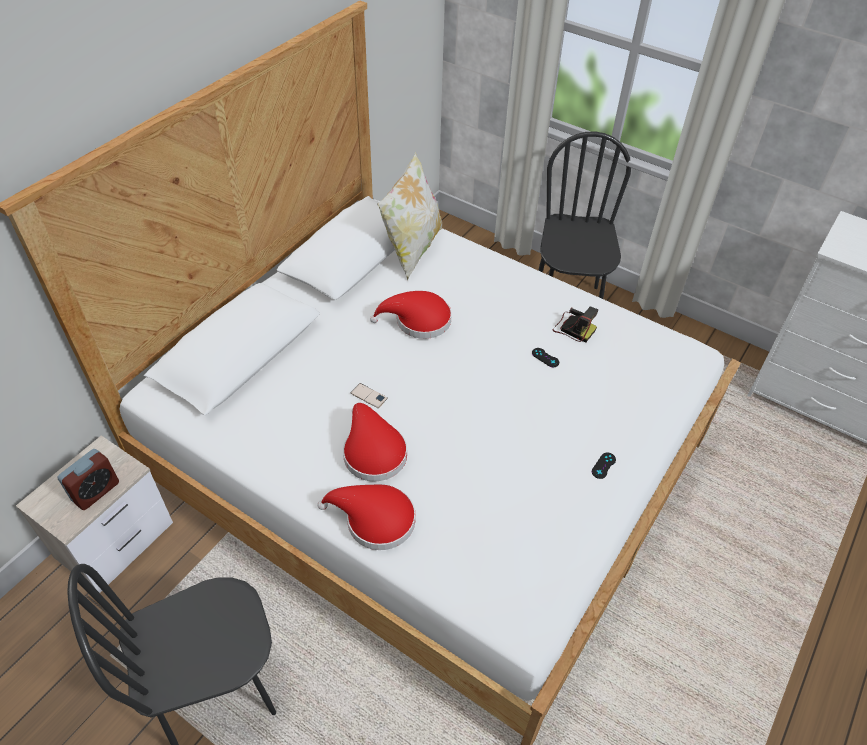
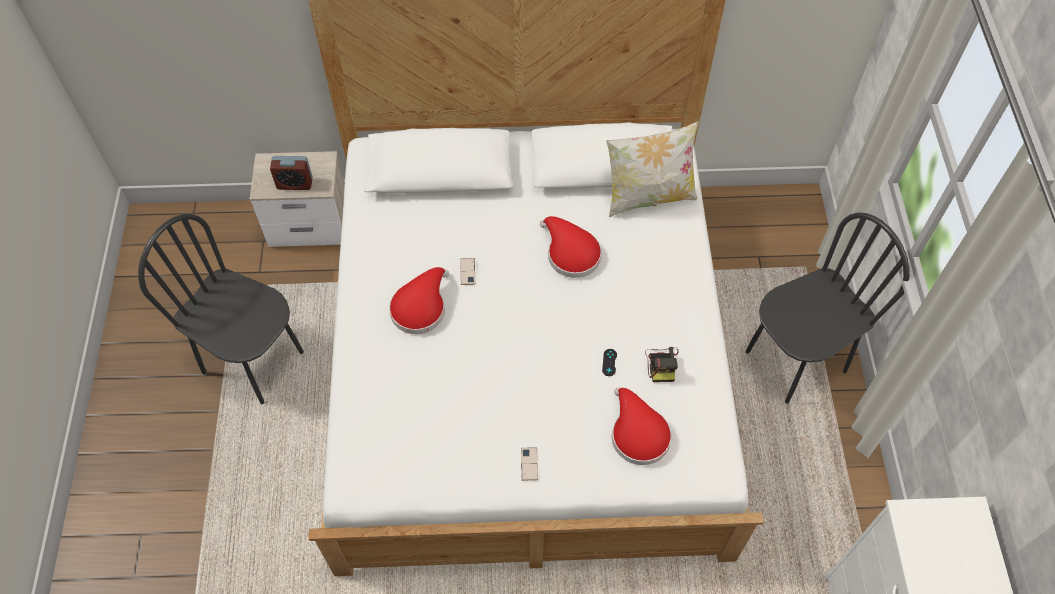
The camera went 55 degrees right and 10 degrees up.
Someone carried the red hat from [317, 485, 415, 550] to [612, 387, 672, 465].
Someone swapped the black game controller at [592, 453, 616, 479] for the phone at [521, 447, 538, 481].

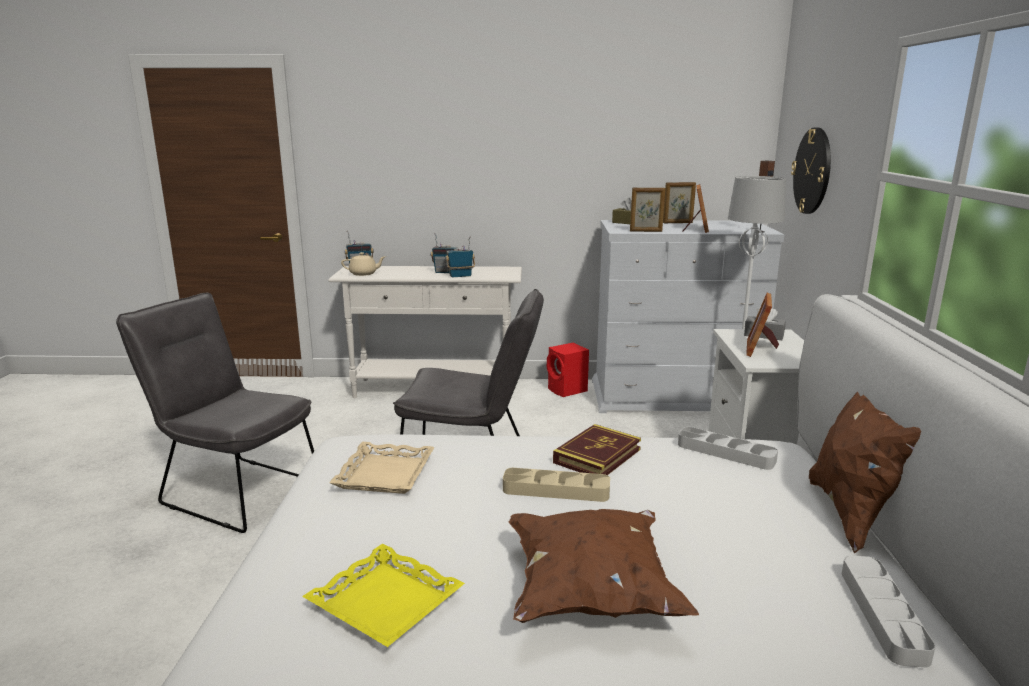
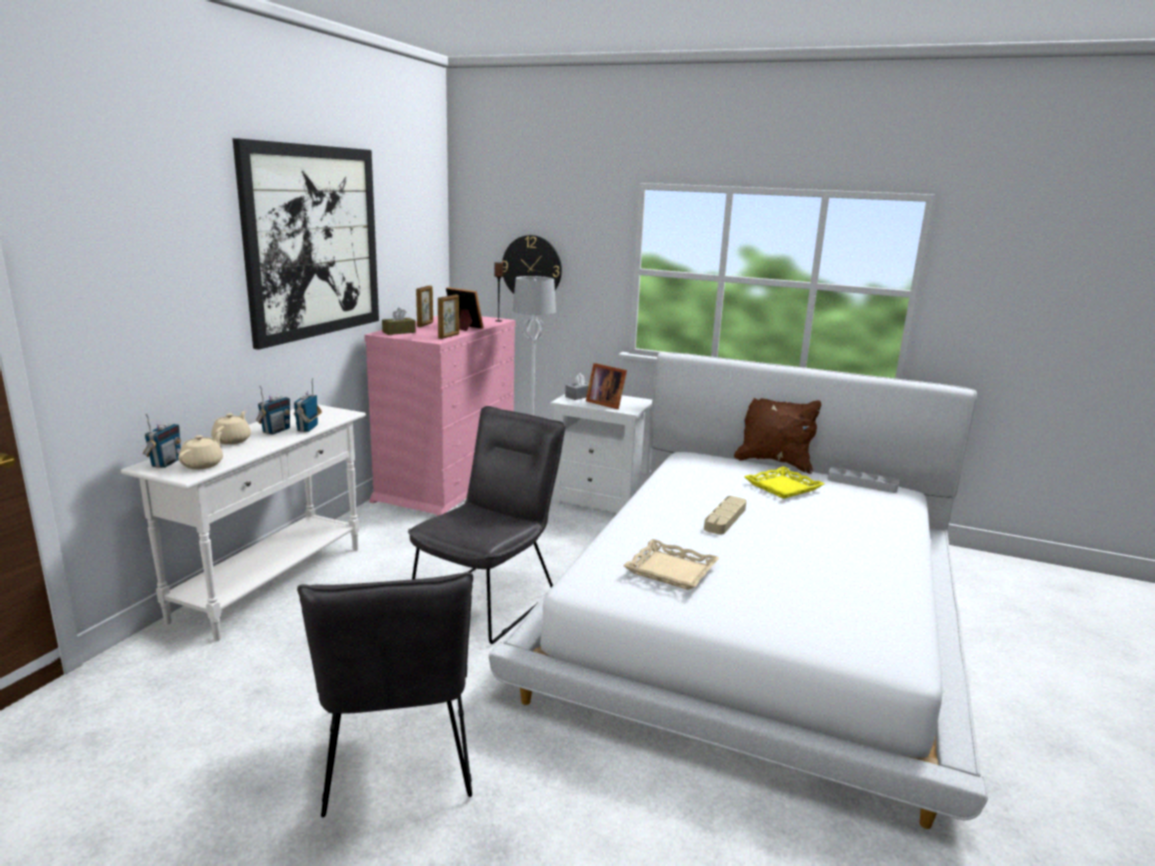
The camera went 70 degrees left and 0 degrees up.
Someone took away the brown pillow at [509, 509, 699, 623].
Someone took away the red speaker at [547, 343, 589, 397].
Someone took away the book at [553, 424, 641, 475].
Someone took away the grey tray at [678, 427, 778, 470].
Someone put down the beige teapot at [211, 411, 251, 445].
Someone put up the picture at [233, 138, 379, 350].
Someone carried the yellow tray from [302, 543, 465, 647] to [744, 466, 824, 499].
Someone repainted the white dresser at [592, 220, 785, 413], which became the pink dresser at [364, 316, 516, 517].
Someone rotated the grey chair at [116, 293, 314, 533] by 60 degrees counterclockwise.

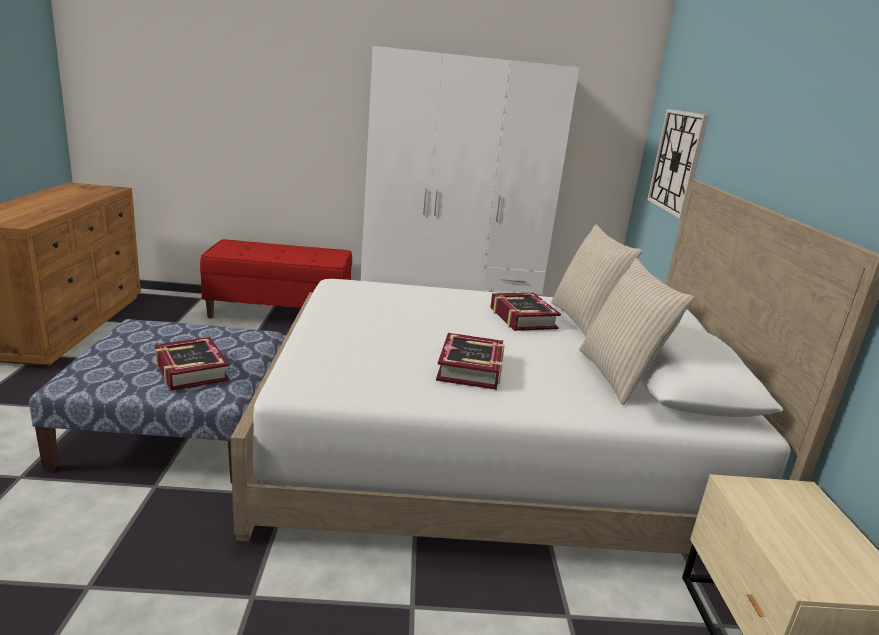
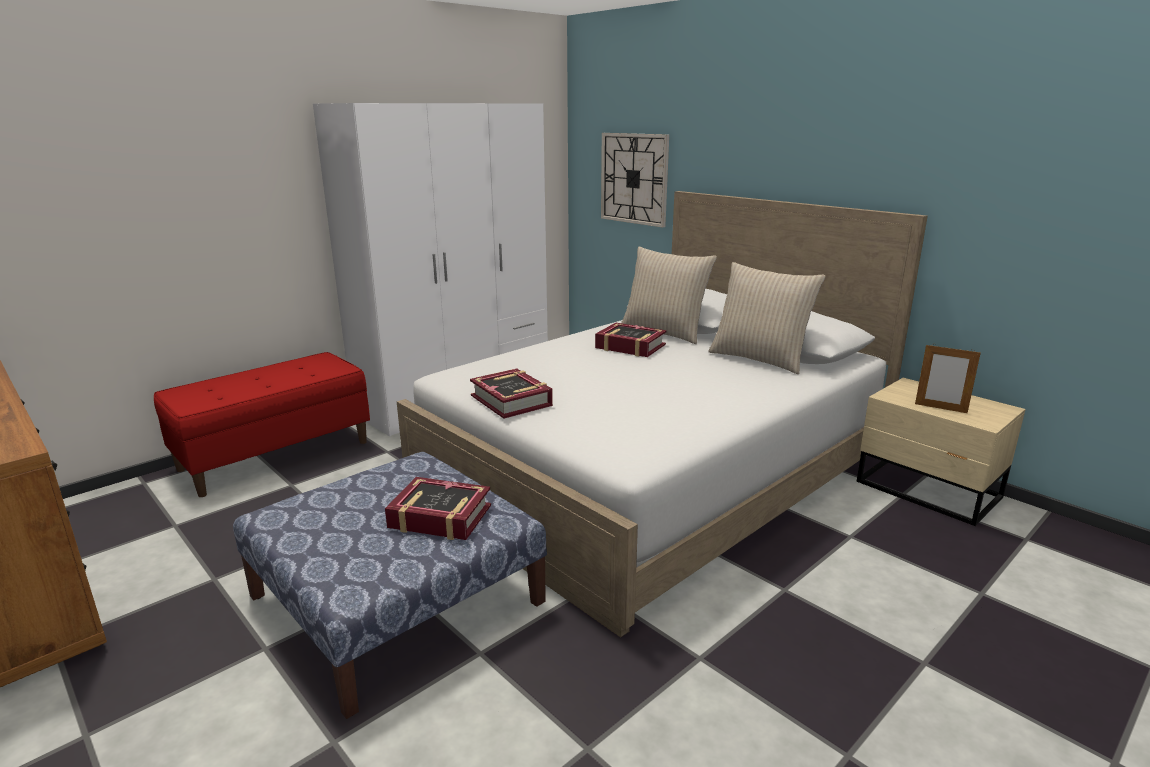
The camera went 40 degrees left and 0 degrees up.
Someone put down the picture frame at [915, 344, 981, 413].
Someone carried the book from [436, 333, 505, 390] to [470, 368, 553, 419].

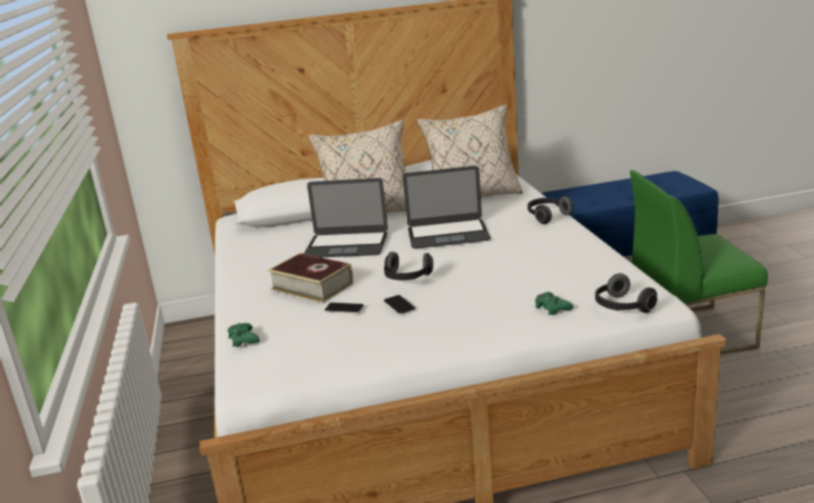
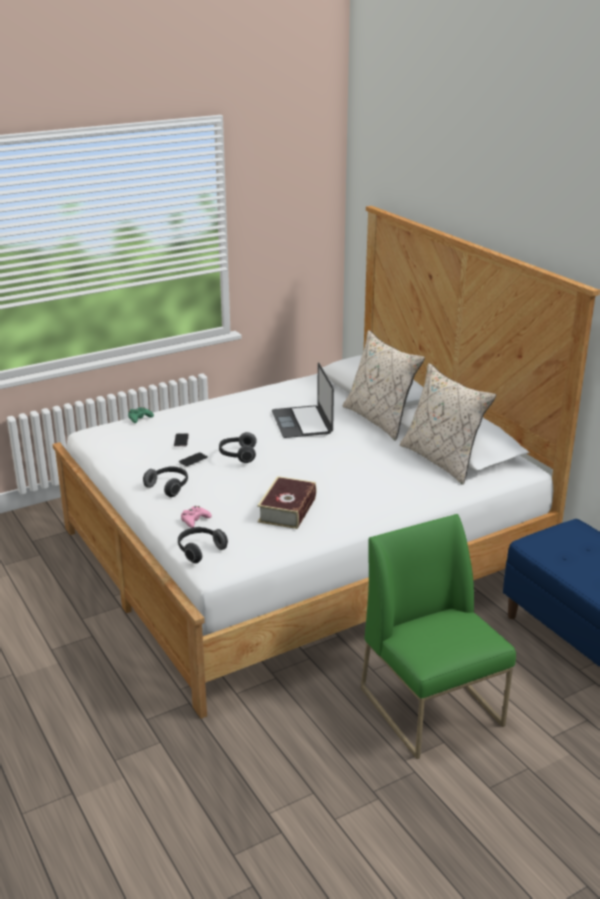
The camera went 70 degrees right and 5 degrees up.
Someone took away the laptop at [403, 166, 491, 249].
Someone carried the book from [268, 253, 353, 303] to [257, 476, 316, 529].
Someone carried the headphones from [527, 196, 574, 224] to [143, 466, 188, 497].
Someone repainted the green game controller at [535, 292, 573, 315], which became the pink game controller at [181, 506, 212, 528].

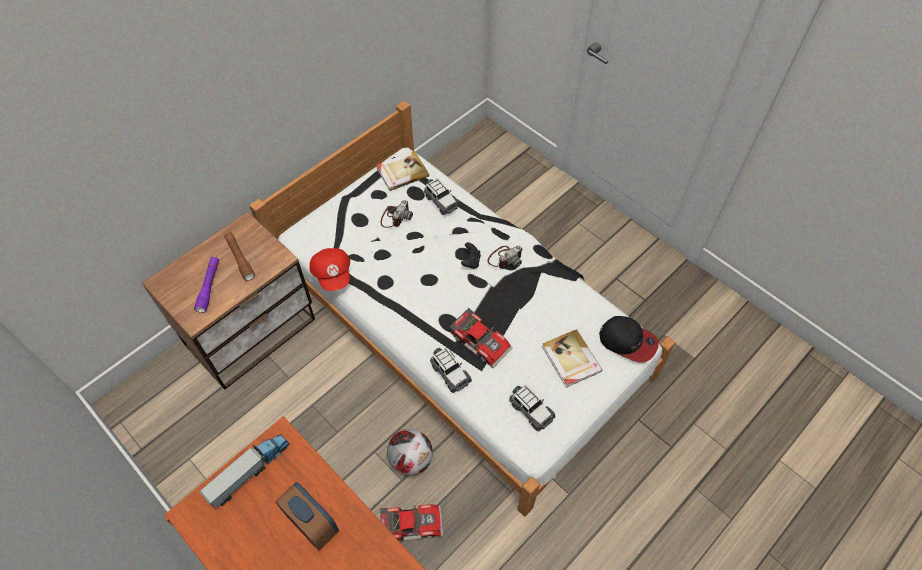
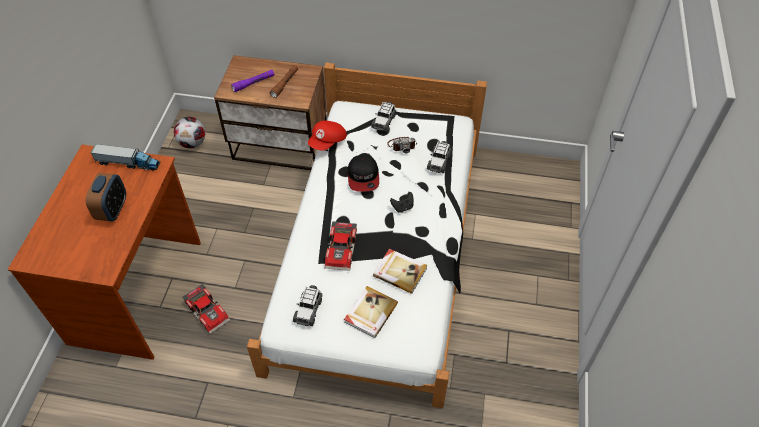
The camera went 55 degrees right and 5 degrees down.
Someone took away the photo camera at [488, 246, 523, 269].
Someone carried the book from [376, 151, 429, 191] to [373, 249, 427, 294].
Someone carried the football from [387, 429, 433, 475] to [174, 117, 206, 148].
Someone carried the toy car from [430, 347, 472, 393] to [371, 102, 396, 132].
Someone carried the cap from [599, 316, 659, 363] to [348, 155, 379, 192].

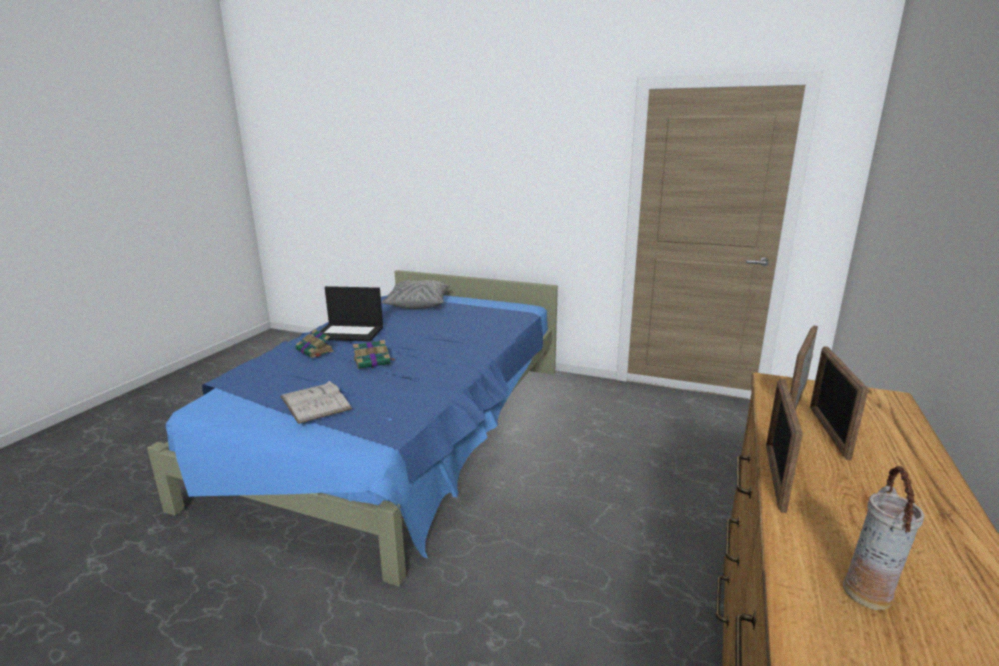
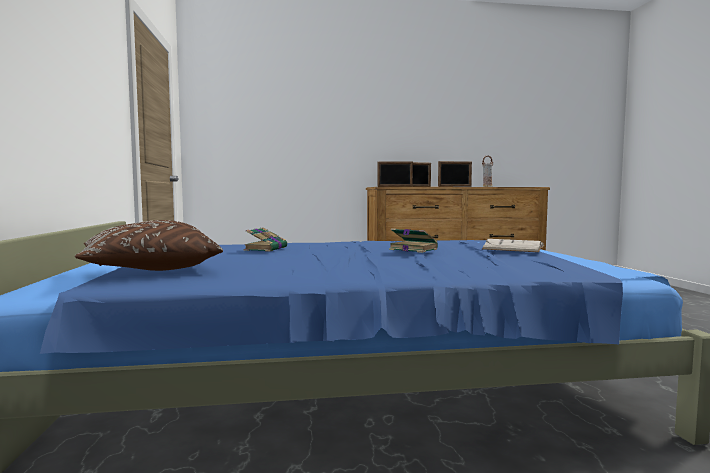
The camera went 120 degrees left and 15 degrees down.
Someone took away the laptop at [319, 286, 383, 342].
Someone carried the book from [296, 329, 334, 358] to [244, 227, 287, 252].
Someone repainted the grey pillow at [382, 280, 450, 309], which became the brown pillow at [75, 220, 223, 271].

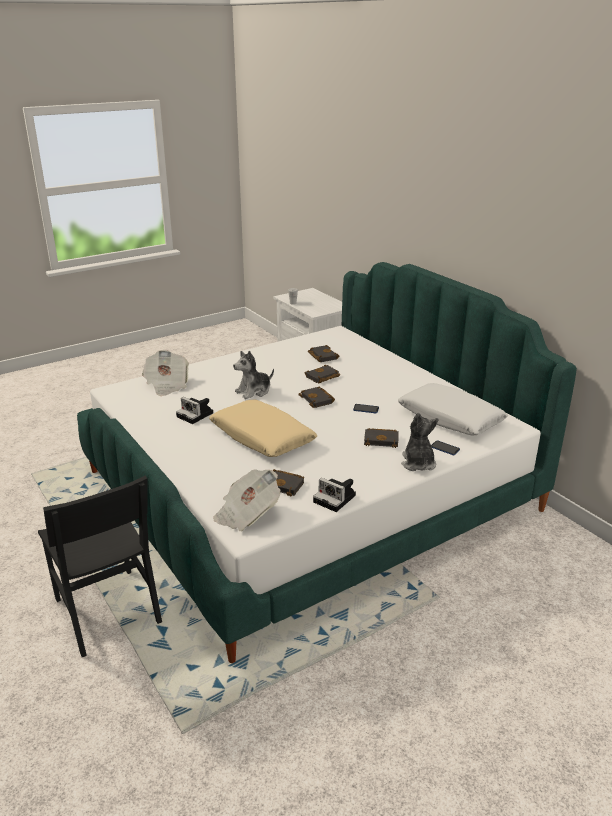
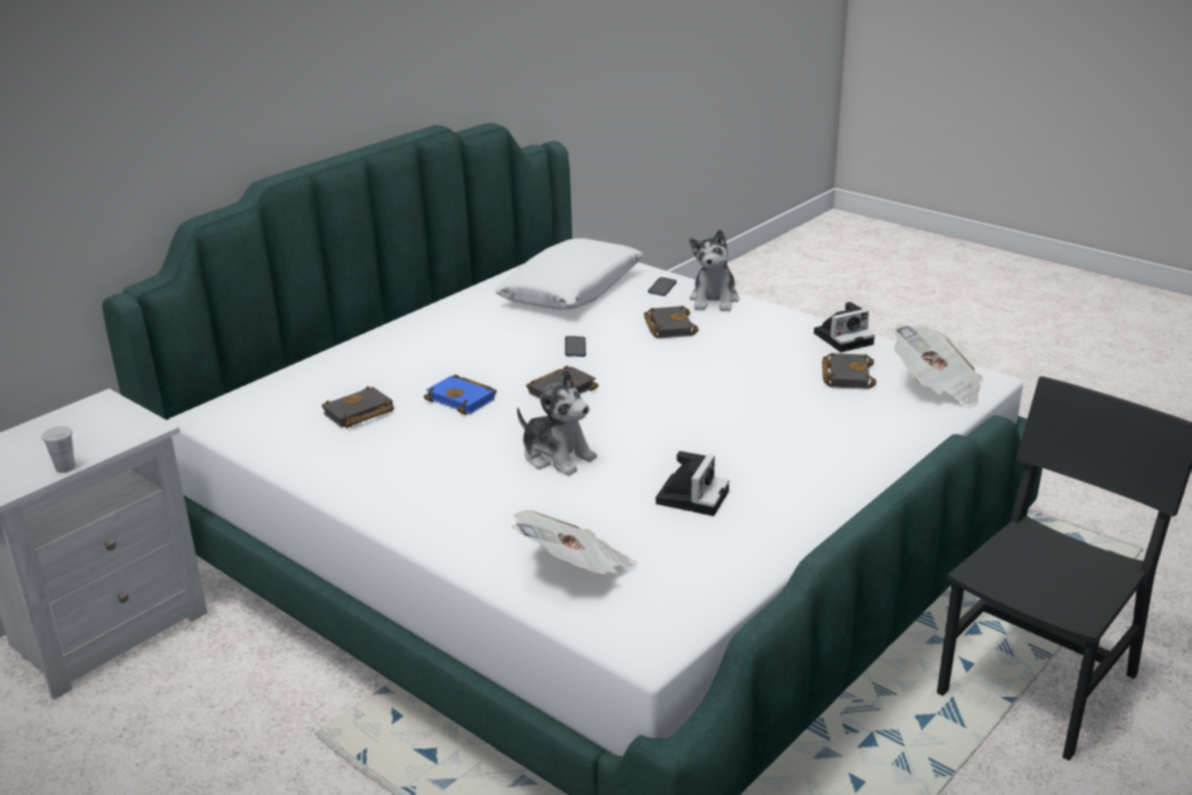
The camera went 105 degrees left and 0 degrees up.
Someone took away the beige pillow at [209, 400, 317, 457].
Someone repainted the black book at [305, 364, 340, 383], which became the blue book at [424, 374, 497, 415].
Someone rotated the photo camera at [313, 478, 356, 512] by 45 degrees clockwise.
Someone rotated the plush toy at [401, 413, 439, 471] by 60 degrees counterclockwise.

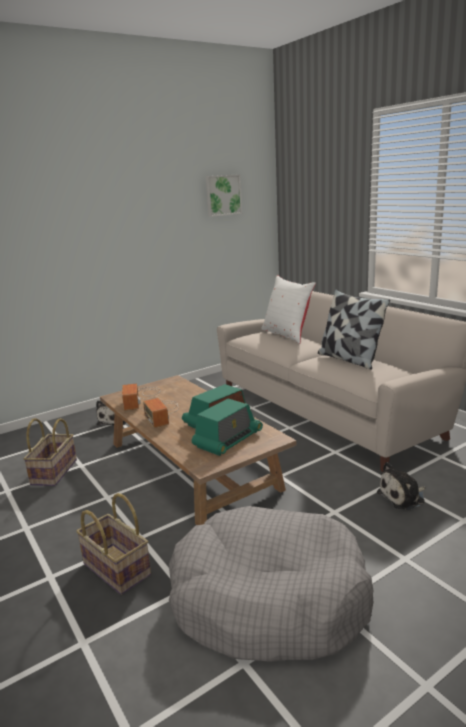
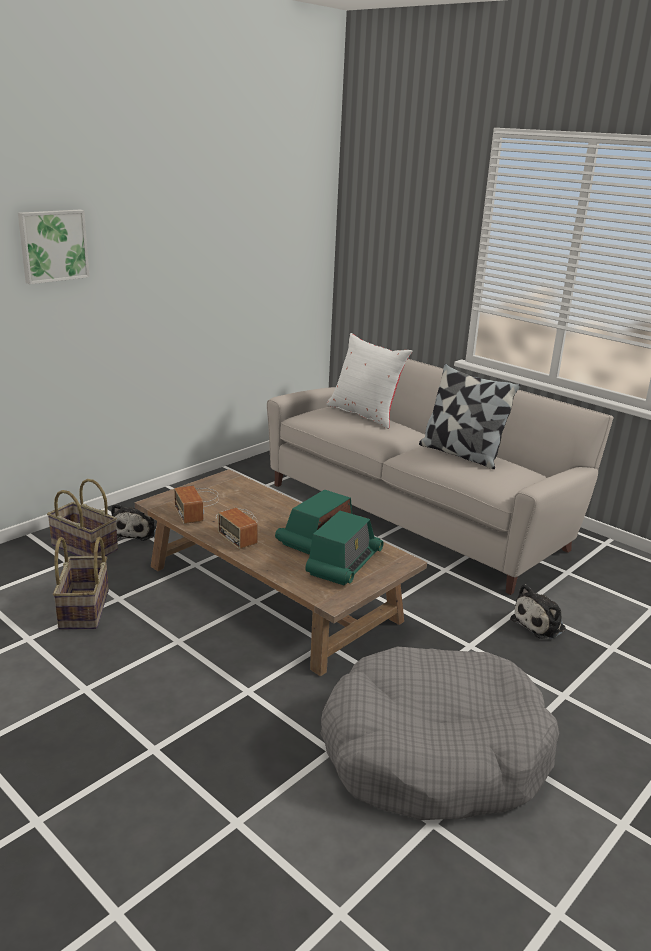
The camera went 15 degrees left and 5 degrees up.
Someone carried the basket from [76, 493, 151, 595] to [47, 479, 118, 556].
Someone carried the picture from [206, 174, 242, 217] to [18, 210, 89, 284].

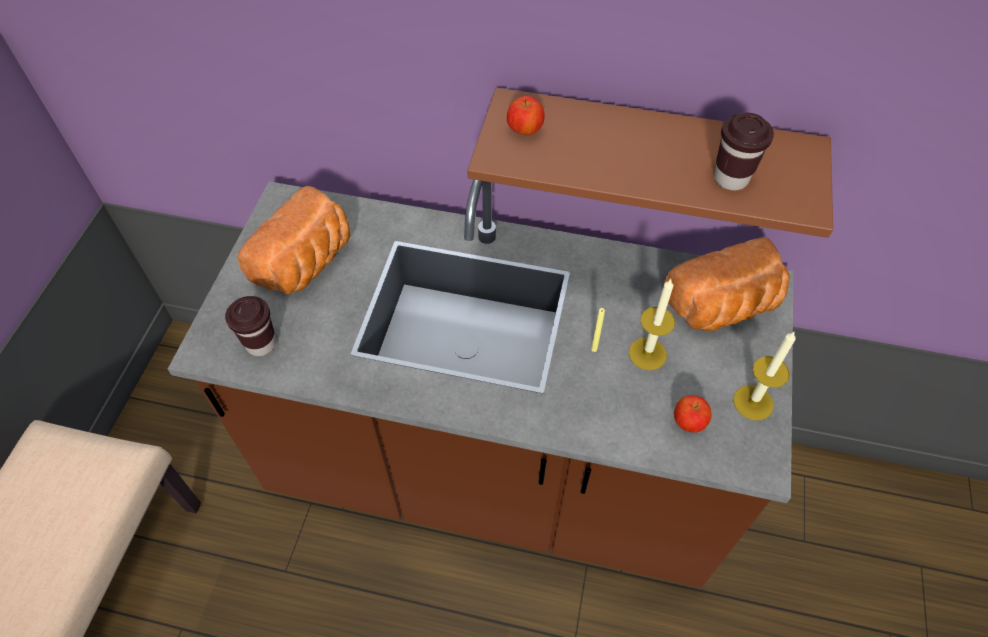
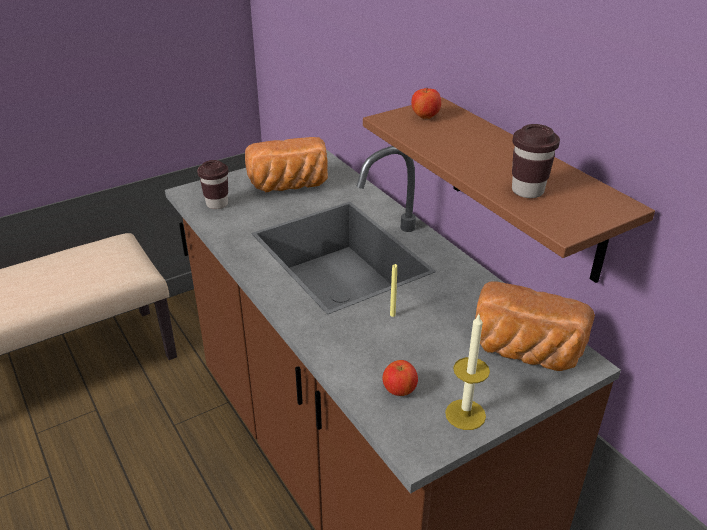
The camera went 45 degrees right and 20 degrees down.
Someone took away the candle at [629, 279, 675, 370].

